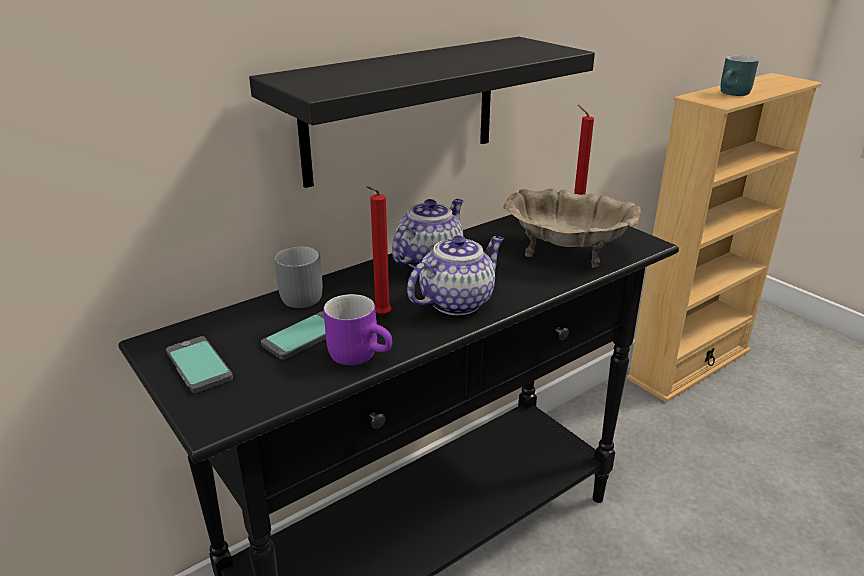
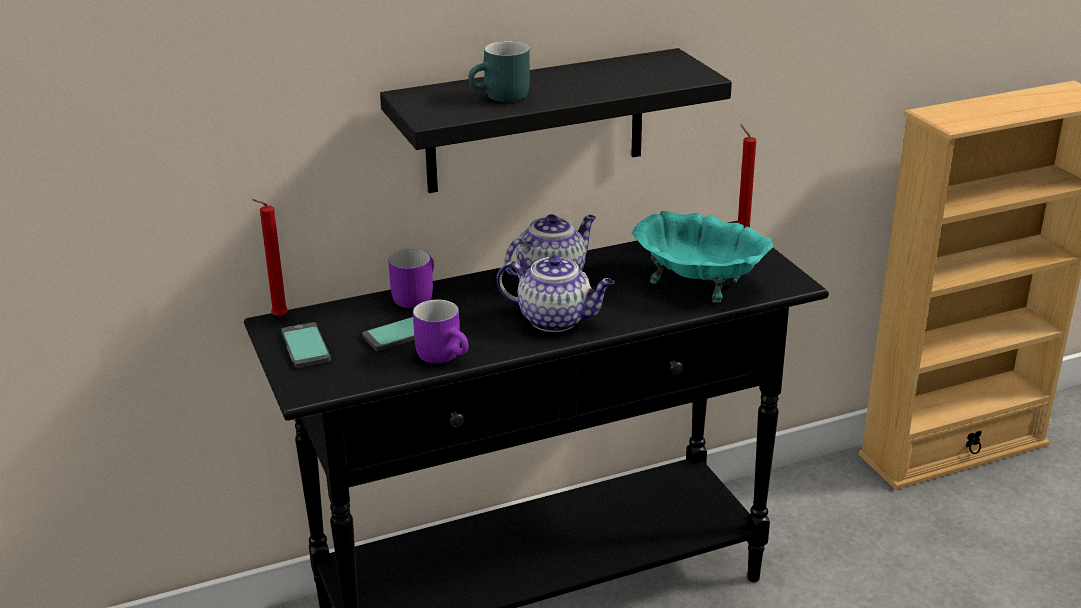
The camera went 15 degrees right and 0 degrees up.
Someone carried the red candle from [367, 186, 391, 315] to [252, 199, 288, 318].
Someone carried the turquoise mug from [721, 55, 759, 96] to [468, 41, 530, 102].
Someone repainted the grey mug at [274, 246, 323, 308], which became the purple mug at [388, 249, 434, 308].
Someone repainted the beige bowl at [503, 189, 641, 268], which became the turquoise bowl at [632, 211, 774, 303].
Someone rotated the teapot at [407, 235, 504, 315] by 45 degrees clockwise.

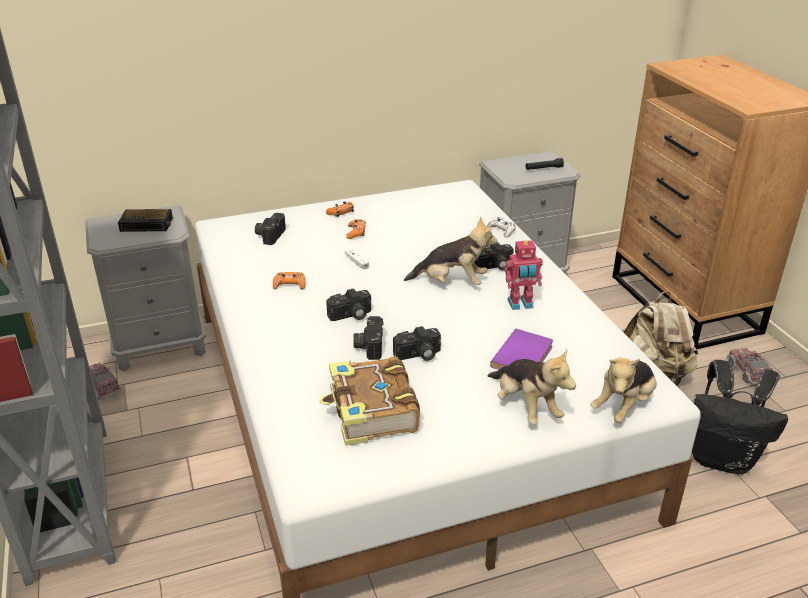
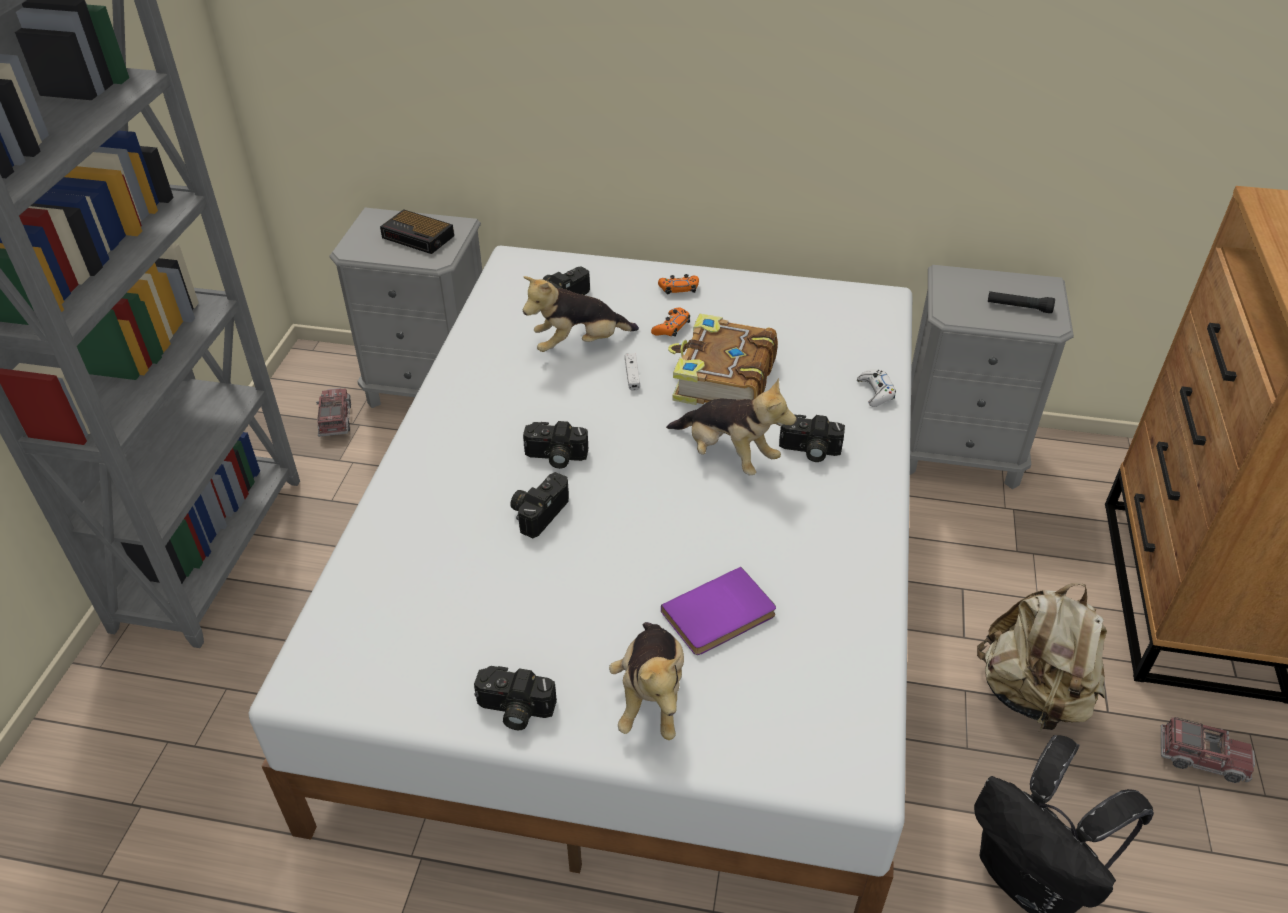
The camera went 30 degrees right and 10 degrees up.
Someone took away the orange game controller at [273, 272, 305, 290].
Someone took away the toy robot at [504, 240, 543, 310].
Someone carried the book from [320, 356, 420, 446] to [668, 313, 778, 405].
Someone carried the photo camera from [393, 326, 441, 361] to [474, 666, 557, 730].
Someone carried the plush toy from [591, 358, 657, 423] to [523, 276, 639, 352].
Someone rotated the toy truck at [727, 348, 773, 384] by 90 degrees clockwise.

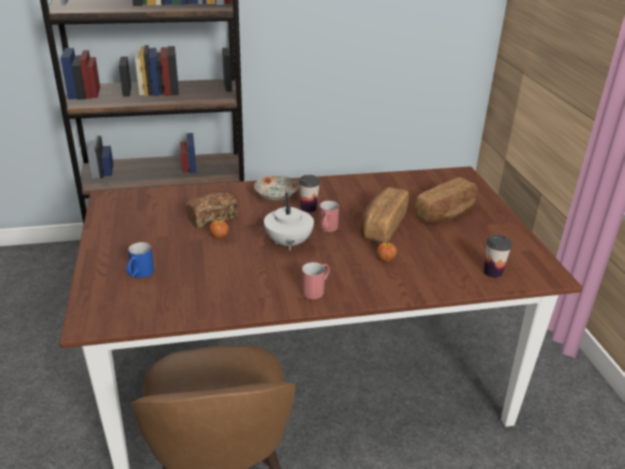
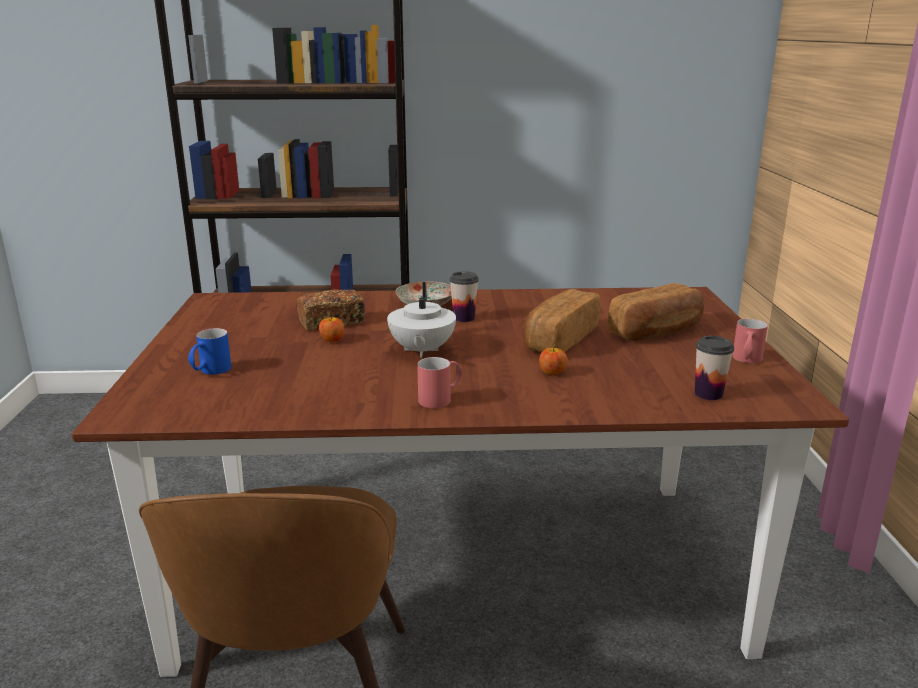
The camera went 10 degrees right and 10 degrees down.
Someone carried the red mug from [319, 201, 339, 232] to [732, 319, 768, 363].

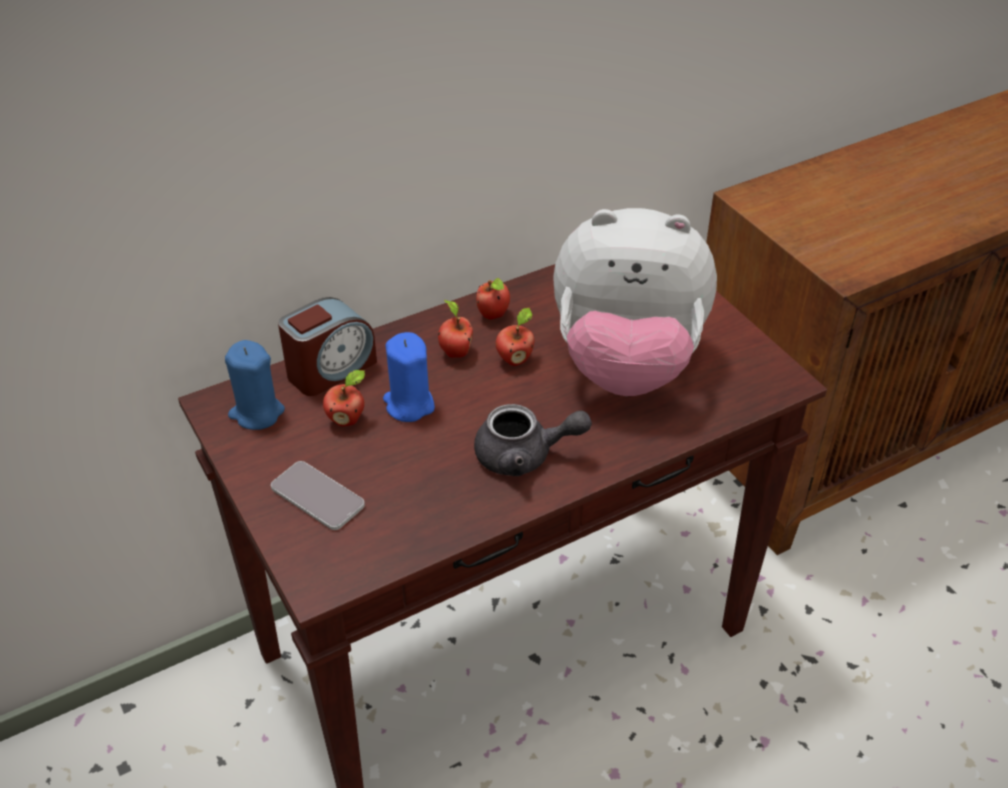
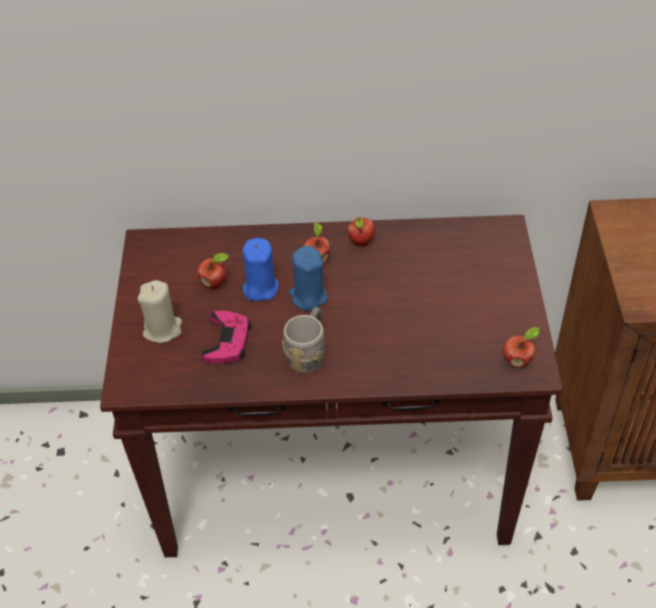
The camera went 30 degrees right and 5 degrees up.
Someone took away the alarm clock at [278, 297, 377, 396].
Someone took away the plush toy at [553, 208, 717, 396].
Someone put down the pink game controller at [201, 311, 251, 364].
Someone carried the blue candle from [225, 340, 285, 430] to [289, 246, 328, 311].
Someone carried the apple from [496, 308, 534, 366] to [503, 327, 540, 368].
Someone swapped the phone at [271, 461, 365, 530] for the beige candle at [137, 280, 182, 343].
Someone swapped the grey teapot at [474, 404, 592, 476] for the grey mug at [282, 307, 325, 373].

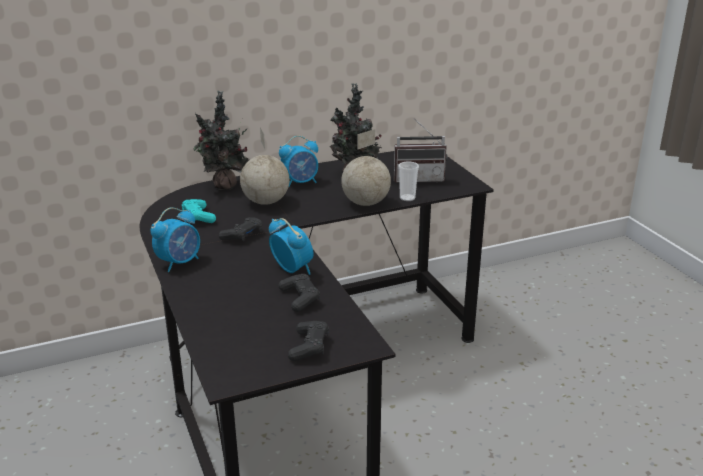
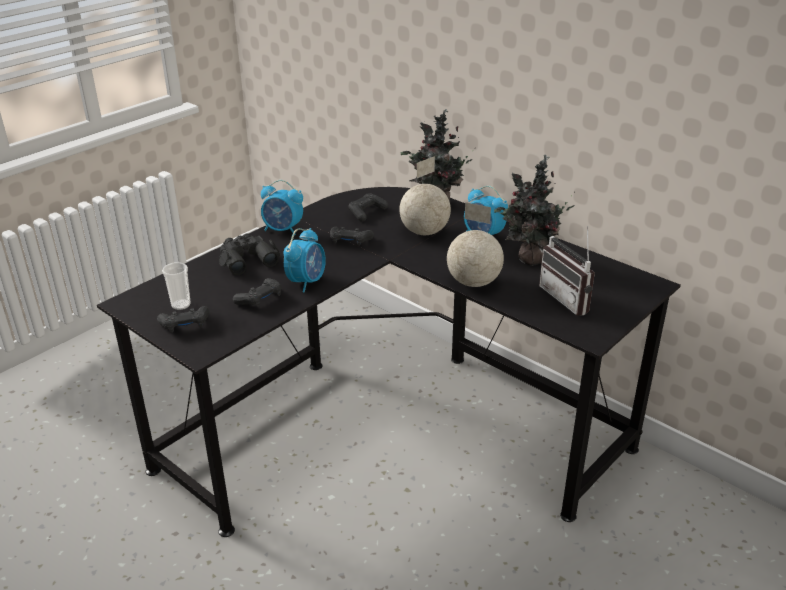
The camera went 65 degrees right and 5 degrees up.
Someone put down the black binoculars at [219, 234, 280, 275].
Someone carried the cup from [399, 161, 419, 201] to [162, 262, 191, 310].
Someone repainted the turquoise game controller at [182, 199, 216, 223], which became the black game controller at [349, 194, 388, 221].

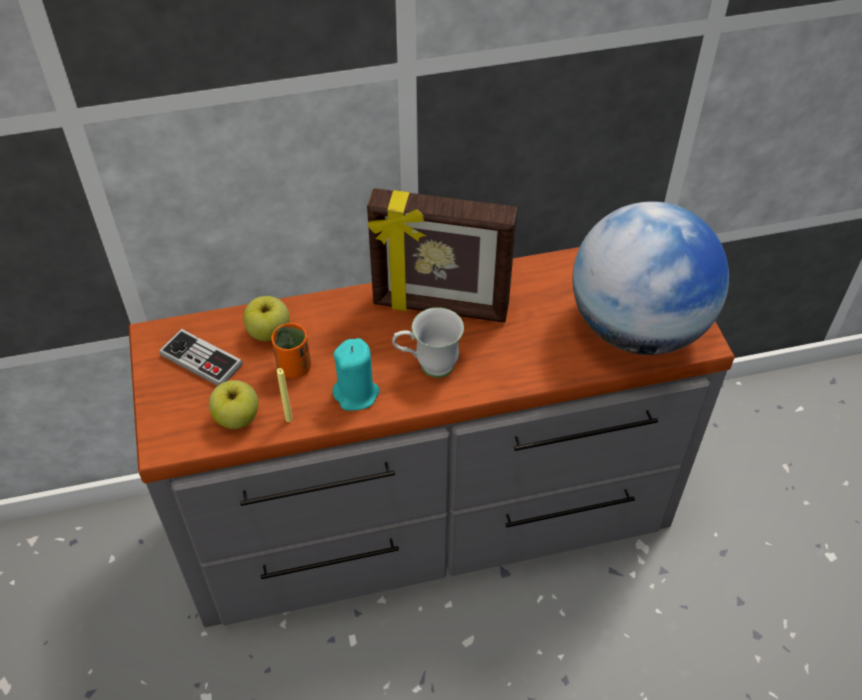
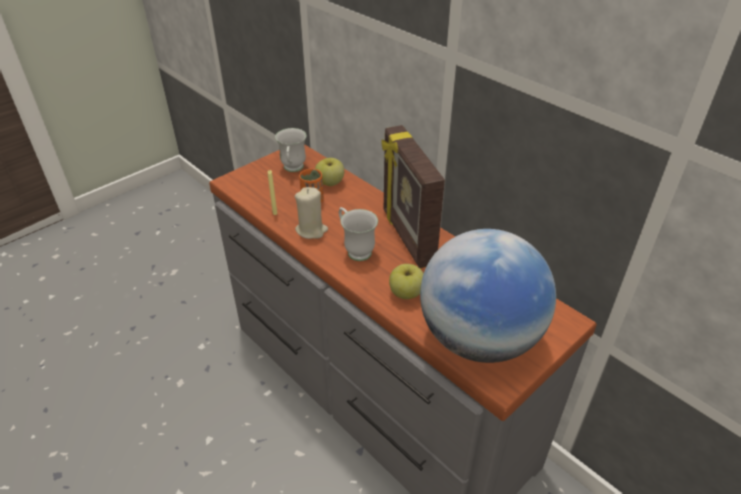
The camera went 60 degrees right and 10 degrees down.
Someone carried the apple from [209, 380, 258, 429] to [389, 264, 424, 299].
Someone swapped the game controller at [159, 329, 243, 386] for the white mug at [275, 128, 307, 172].
Someone repainted the turquoise candle at [333, 338, 380, 411], which became the beige candle at [295, 187, 328, 239].

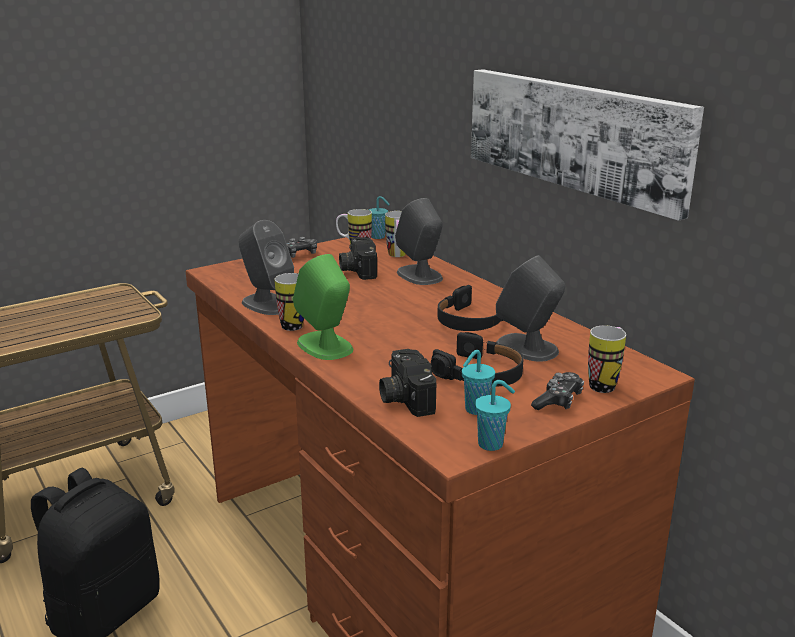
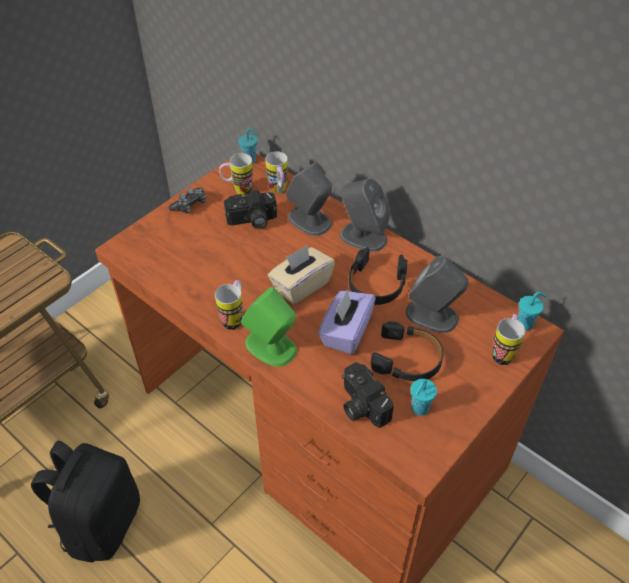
The camera went 15 degrees left and 25 degrees up.
Someone took away the picture at [471, 69, 704, 221].
Someone took away the game controller at [531, 372, 584, 410].
Someone put down the beige tissue box at [268, 245, 335, 305].
Someone put down the purple tissue box at [318, 290, 376, 355].
Someone carried the grey speaker from [238, 220, 294, 315] to [340, 178, 390, 252].
Someone carried the turquoise cup from [474, 380, 515, 451] to [517, 292, 546, 331].
Someone rotated the photo camera at [339, 237, 377, 280] by 75 degrees counterclockwise.

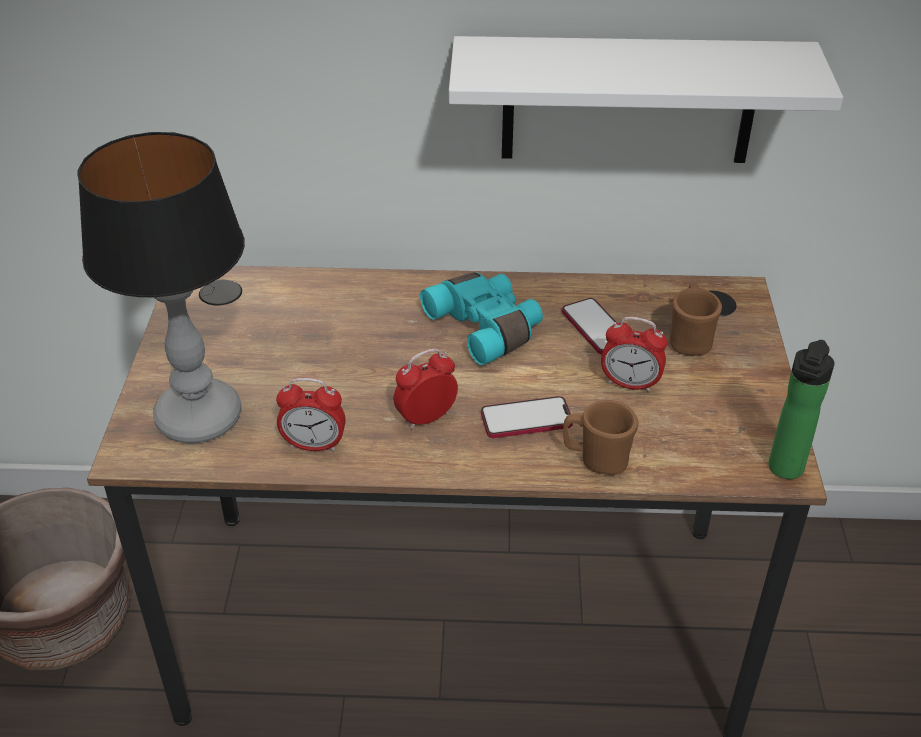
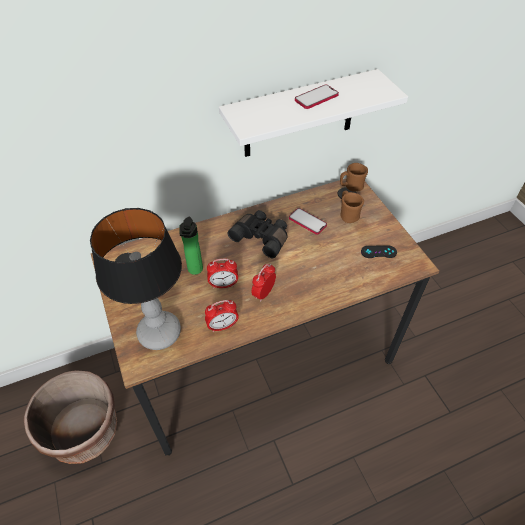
The camera went 25 degrees left and 10 degrees up.
Someone put down the black game controller at [361, 245, 397, 258].
Someone carried the phone from [481, 396, 573, 438] to [295, 85, 339, 109].
Someone carried the brown mug from [563, 400, 639, 475] to [340, 163, 368, 192].
Someone carried the alarm clock from [601, 317, 667, 392] to [207, 259, 238, 288].
Someone carried the bottle from [769, 340, 835, 479] to [179, 217, 203, 275].
Someone repainted the turquoise binoculars at [420, 273, 543, 365], which became the black binoculars at [227, 210, 287, 258].

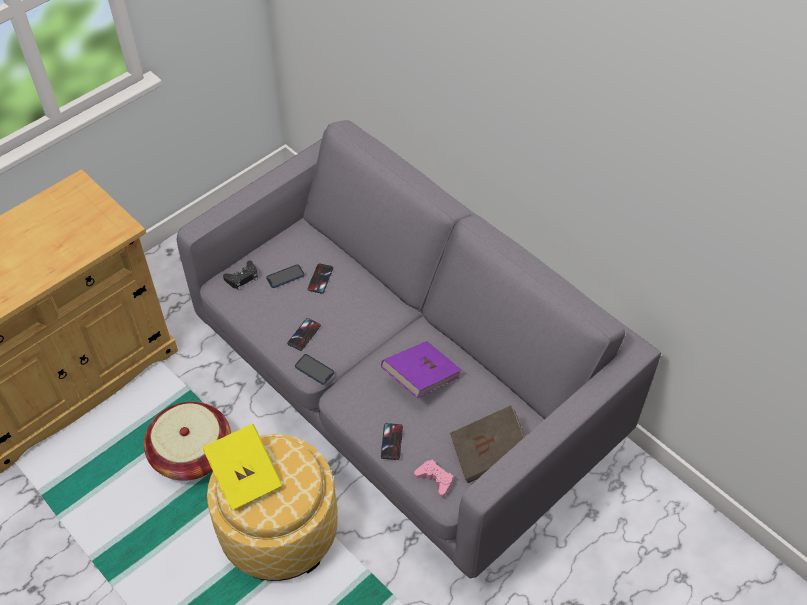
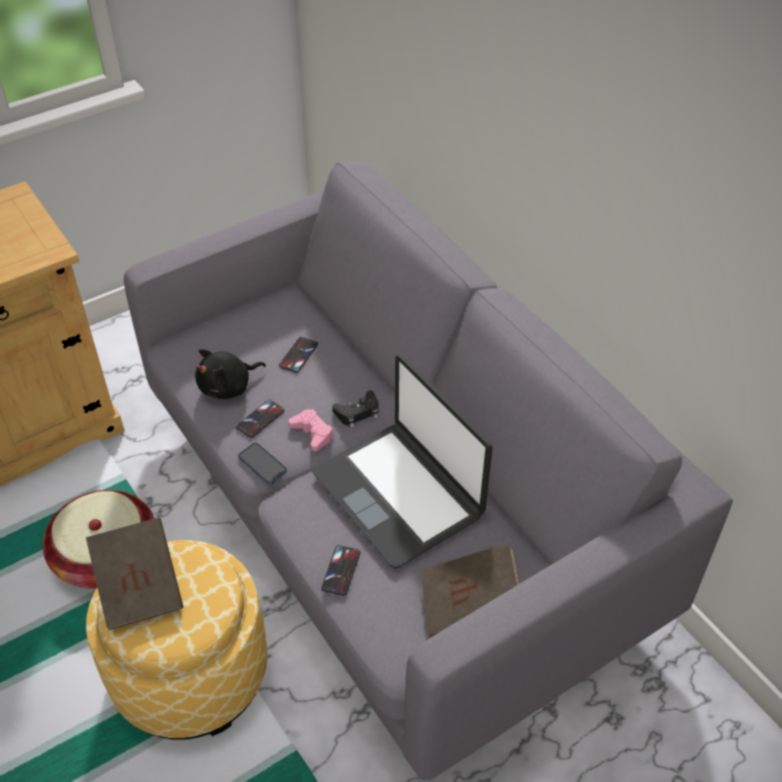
The camera went 10 degrees right and 5 degrees down.
Someone took away the phone at [266, 264, 305, 288].
Someone put down the black plush toy at [195, 349, 266, 399].
Someone carried the black game controller from [223, 261, 258, 290] to [332, 391, 379, 428].
Someone carried the pink game controller from [414, 460, 453, 497] to [289, 409, 334, 451].
Someone swapped the purple book at [381, 341, 462, 398] for the laptop at [313, 355, 492, 569].
Someone repainted the yellow book at [203, 424, 283, 511], which became the brown book at [86, 518, 184, 630].

